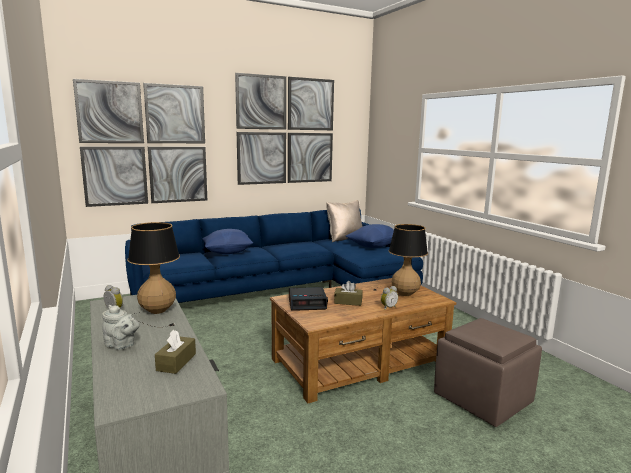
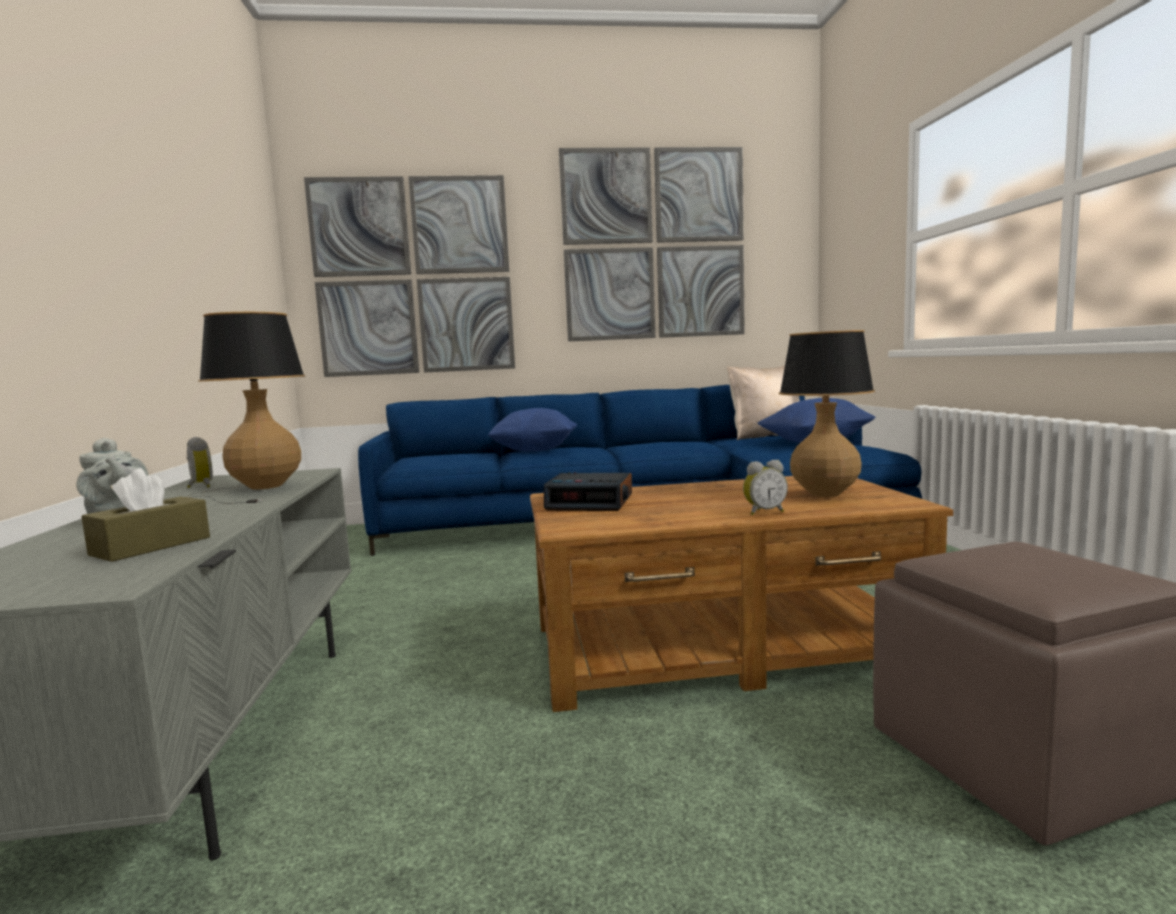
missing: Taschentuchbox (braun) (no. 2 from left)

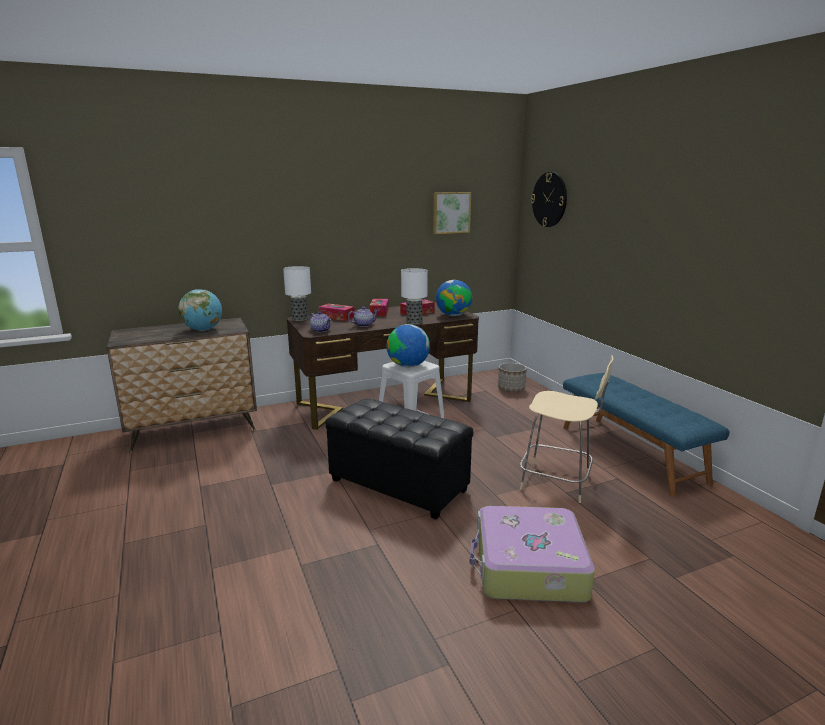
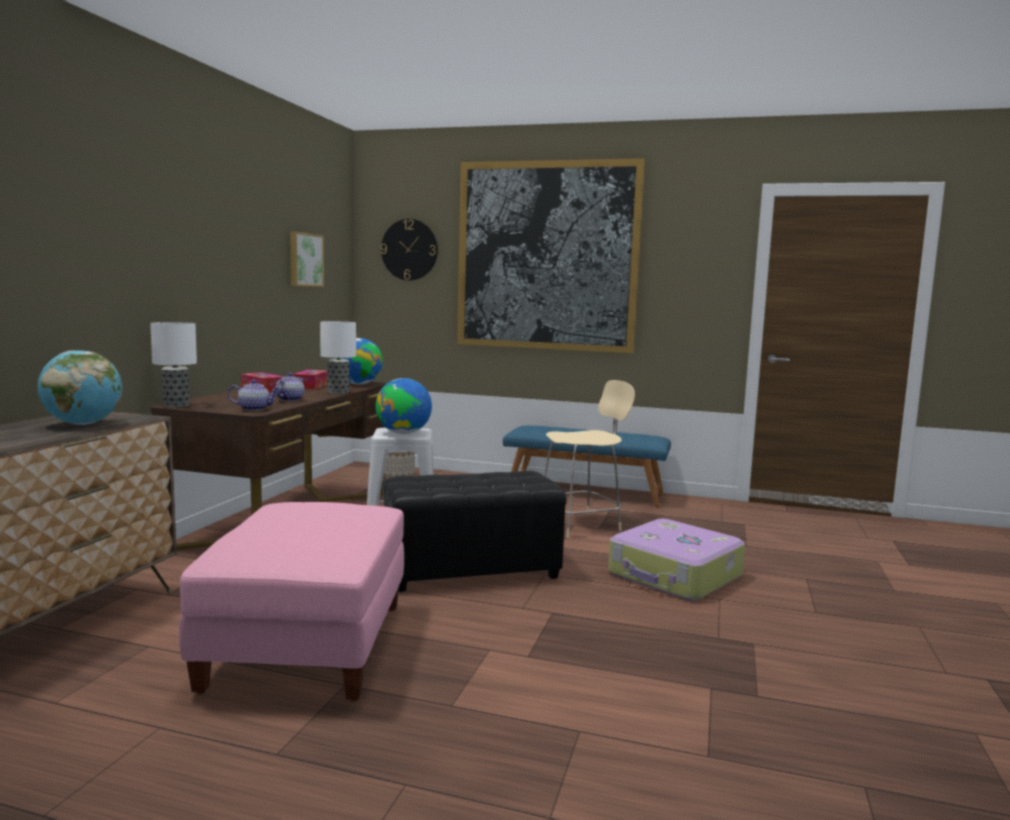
missing: Taschentuchbox (no. 1 from left)
appeared: Bild (no. 2 from left); Polsterhocker (rosa)

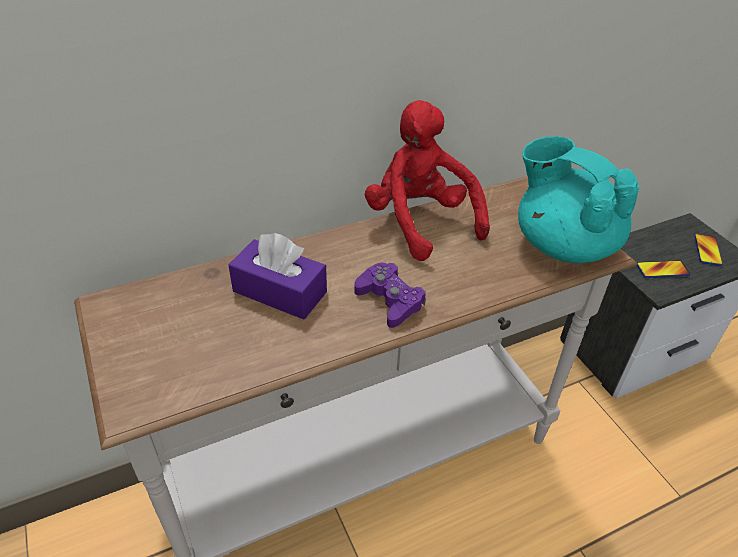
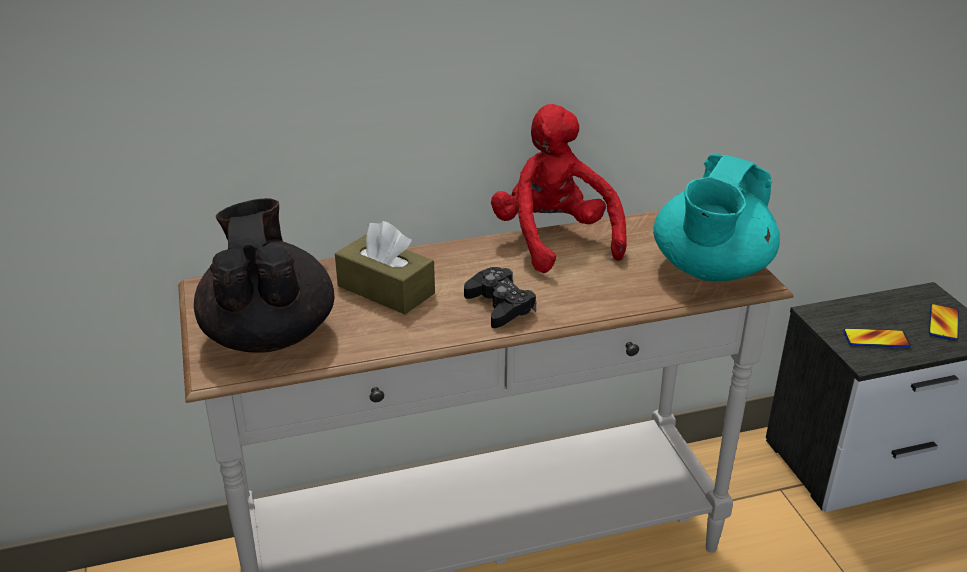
appeared: Teekanne (schwarz)
colour: Taschentuchbox (lila) to Taschentuchbox (braun); Gamepad (lila) to Gamepad (schwarz)
spun: Teekanne (türkis) 120 degrees counterclockwise

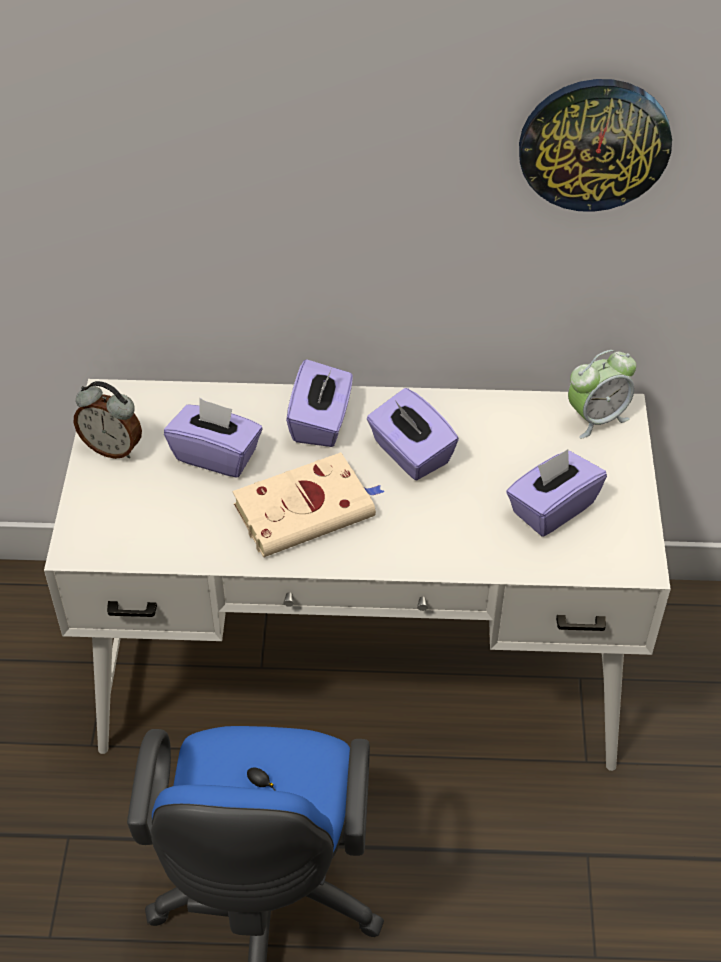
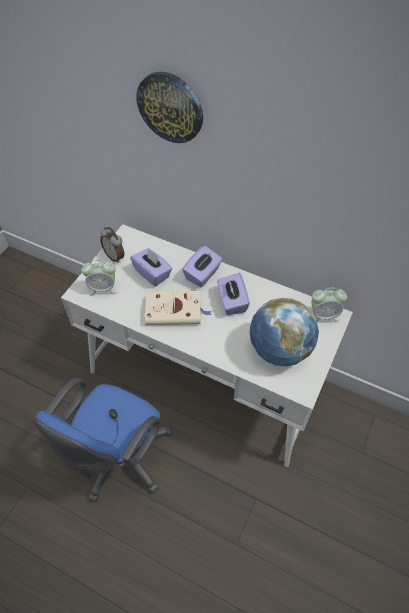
appeared: Wecker (no. 1 from left)
relocated: Wanduhr
exchanged: Taschentuchbox (lila) (no. 4 from left) to Globus

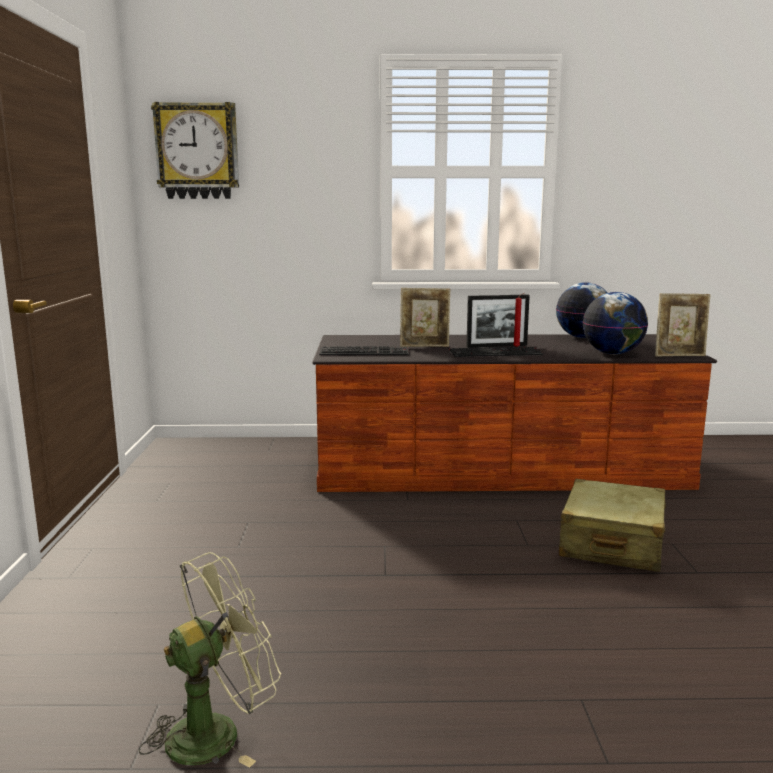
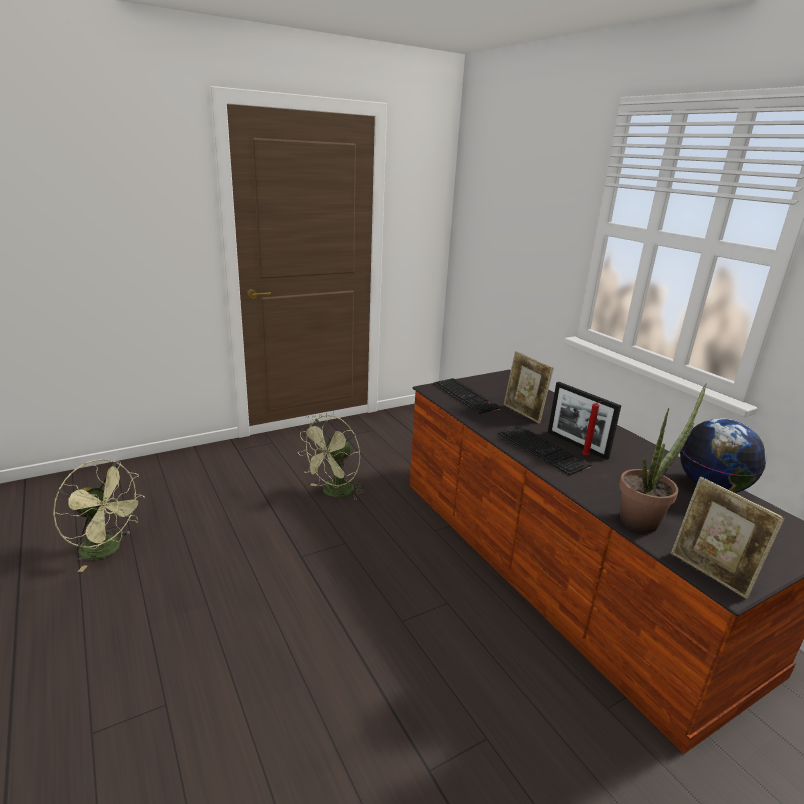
missing: Wanduhr; Koffer (beige)
appeared: Ventilator (grün) (no. 2 from left)
exchanged: Globus (no. 2 from left) to Topfpflanze

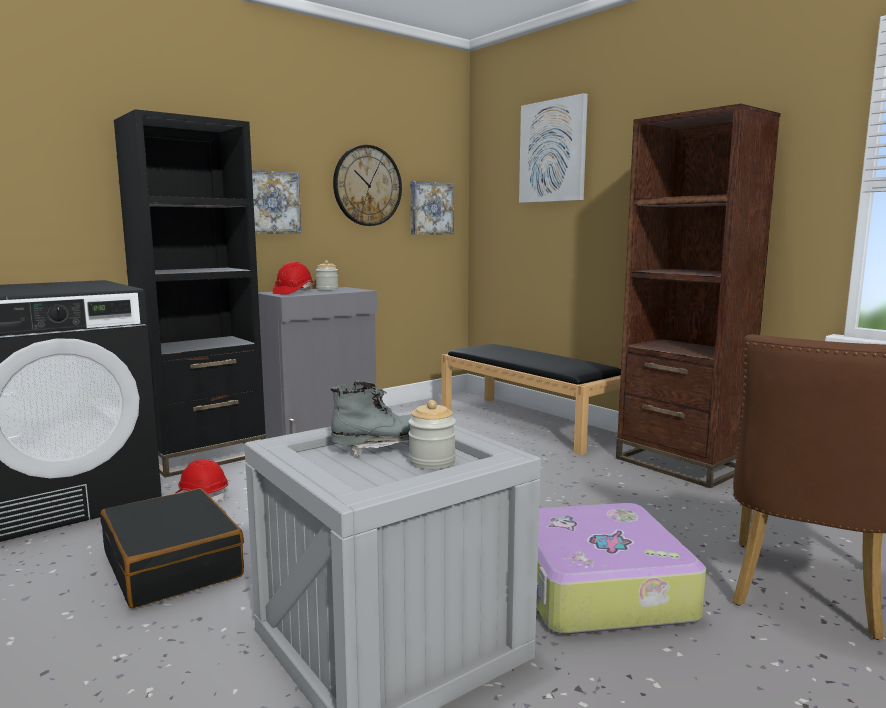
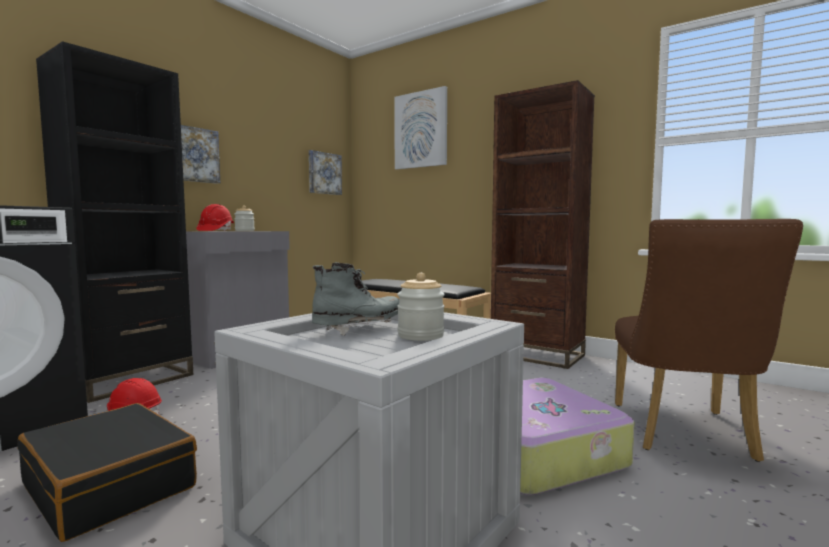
missing: Wanduhr

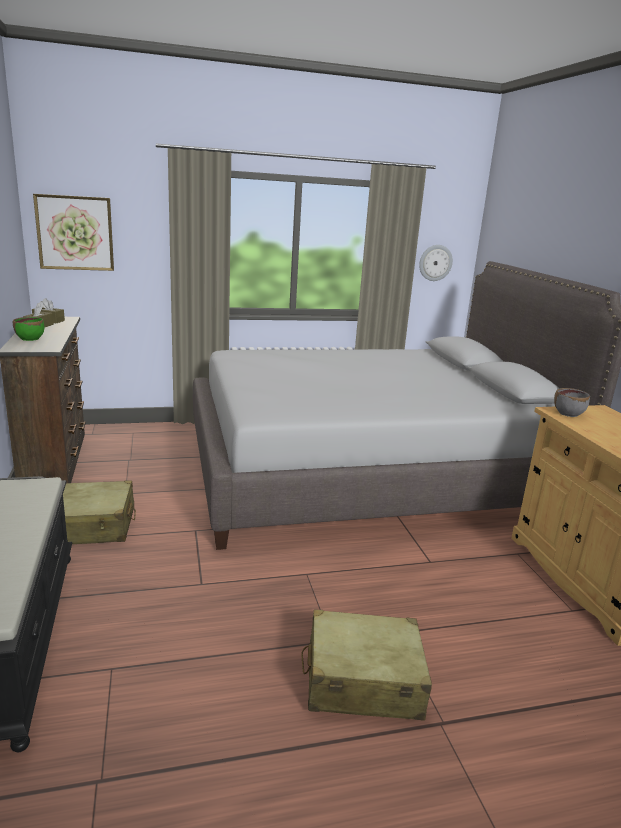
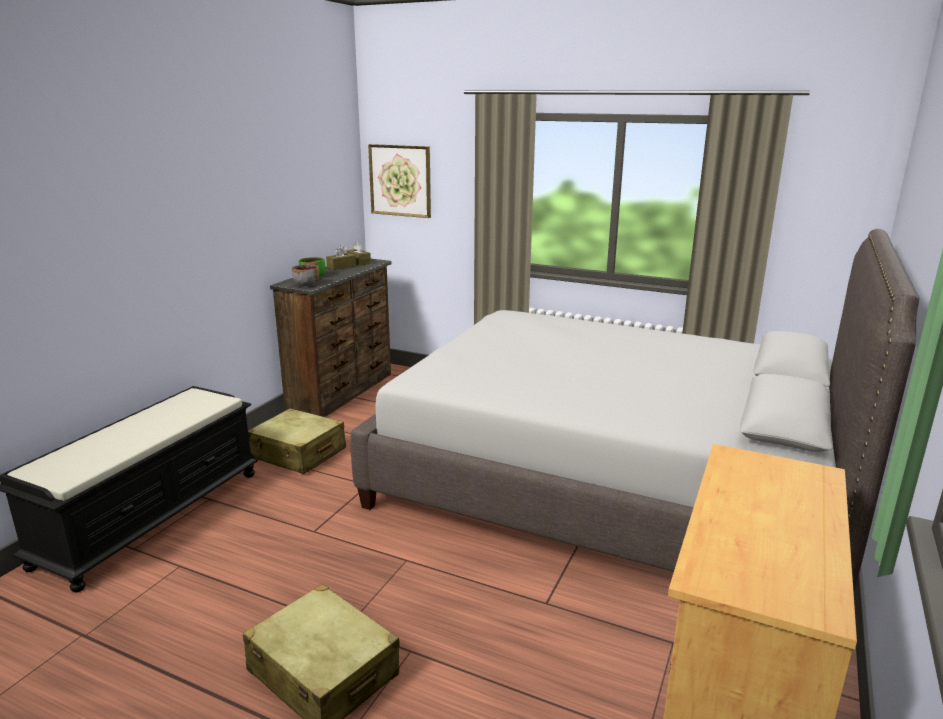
missing: Wanduhr
relocated: Schüssel (grau)

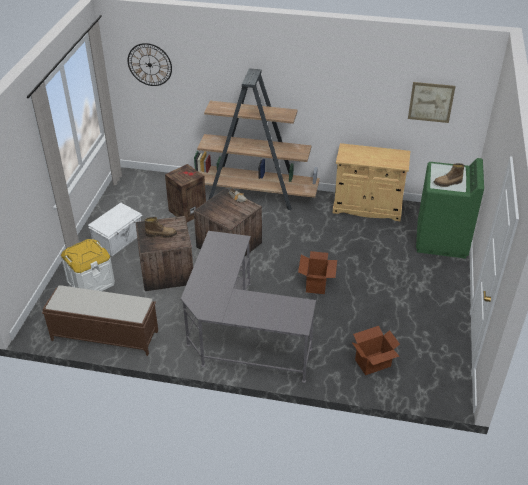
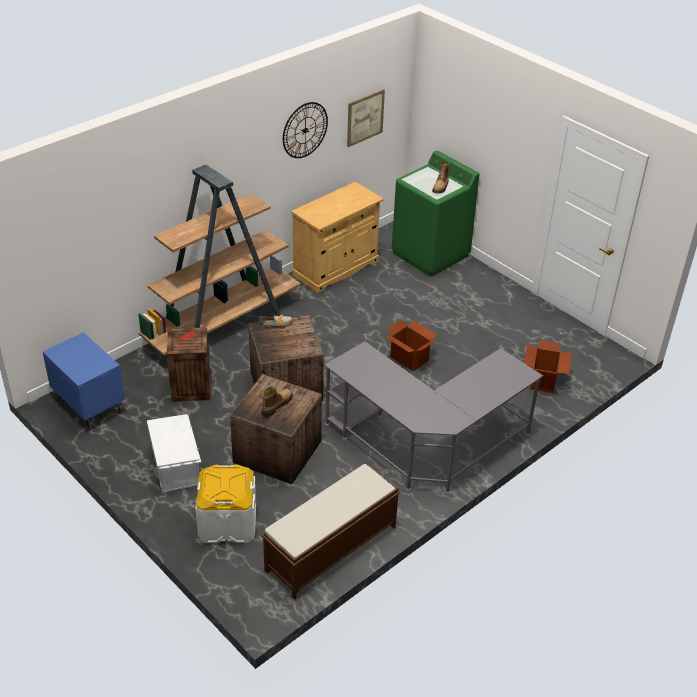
appeared: Nachttisch (blau)
relocated: Wanduhr

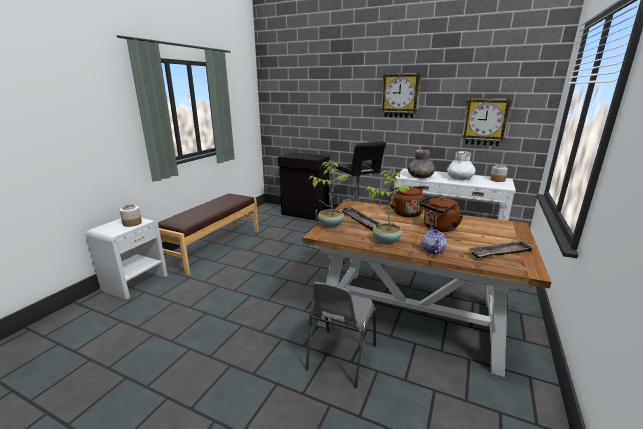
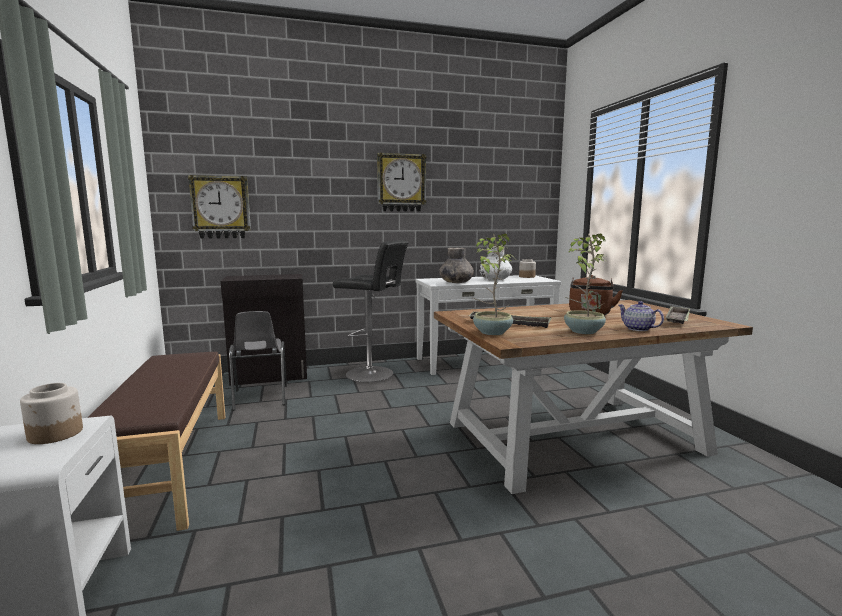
missing: Wasserkessel (braun) (no. 1 from left)
relocated: Wanduhr (no. 2 from left in the first image) to Wanduhr (no. 1 from left); Stuhl (grau)

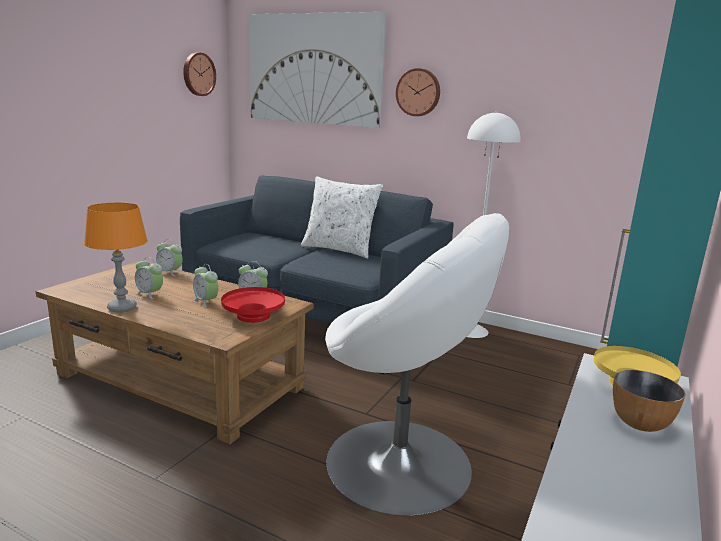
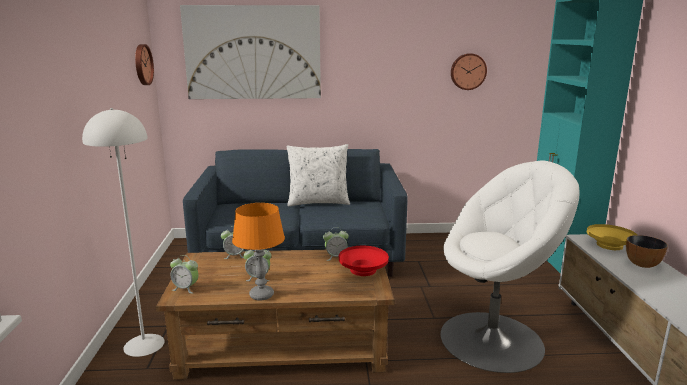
relocated: Wanduhr (no. 2 from left); Stehlampe (weiß); Wecker (no. 3 from left in the first image) to Wecker (no. 1 from left)

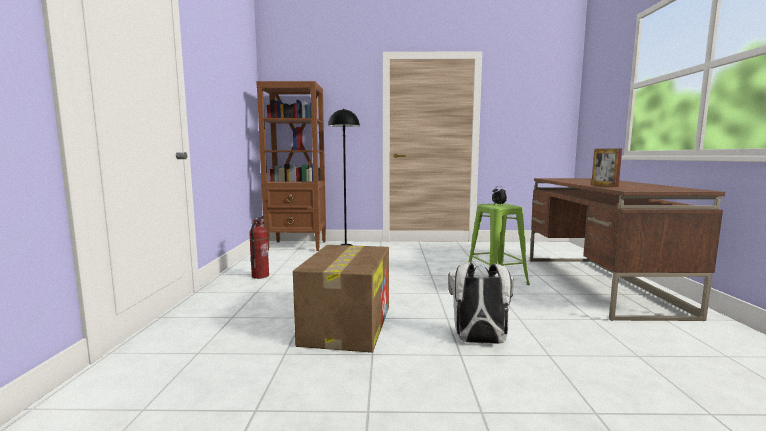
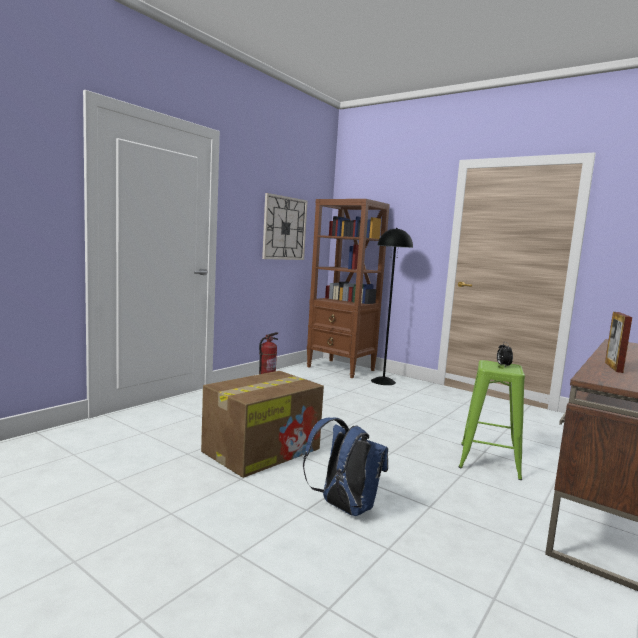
appeared: Wanduhr
colour: Rucksack (weiß) to Rucksack (blau)

